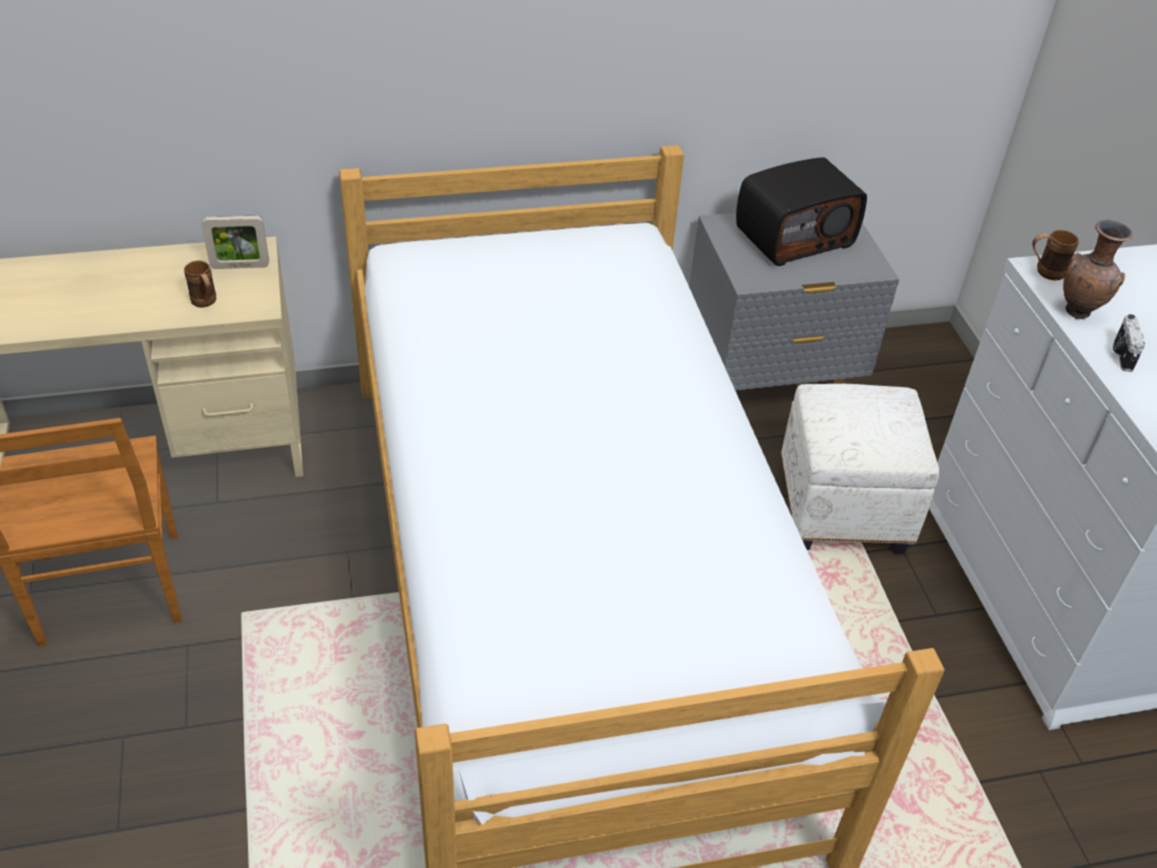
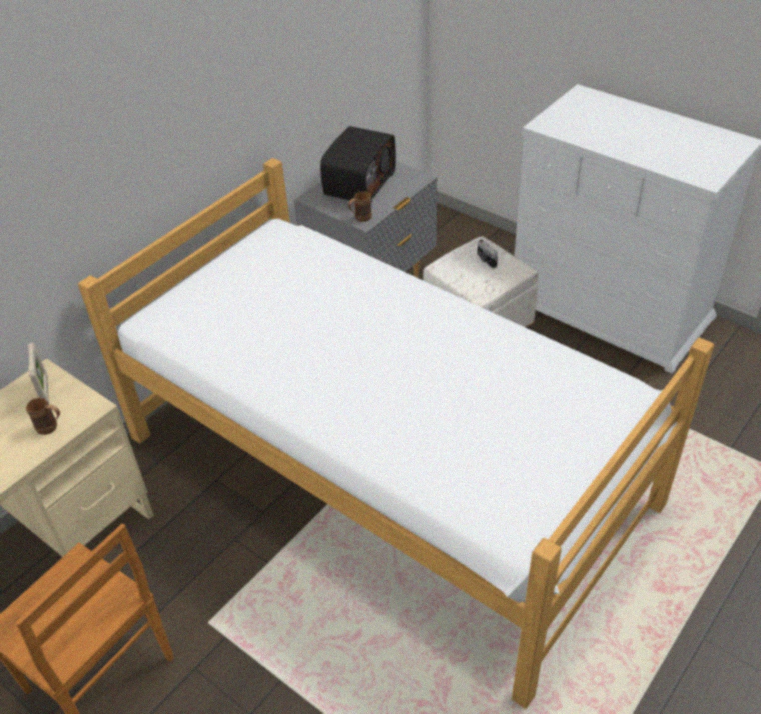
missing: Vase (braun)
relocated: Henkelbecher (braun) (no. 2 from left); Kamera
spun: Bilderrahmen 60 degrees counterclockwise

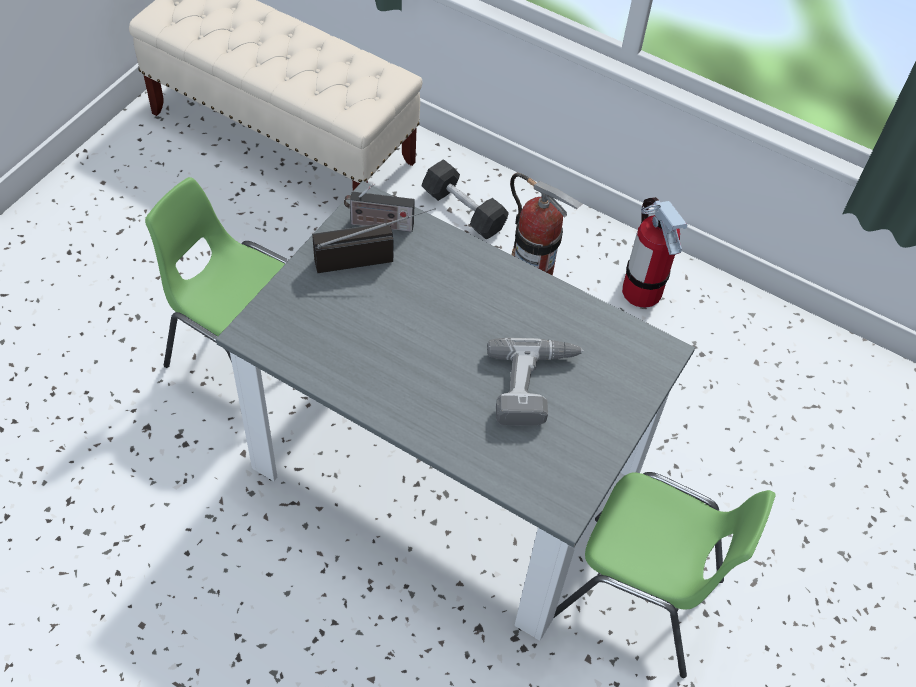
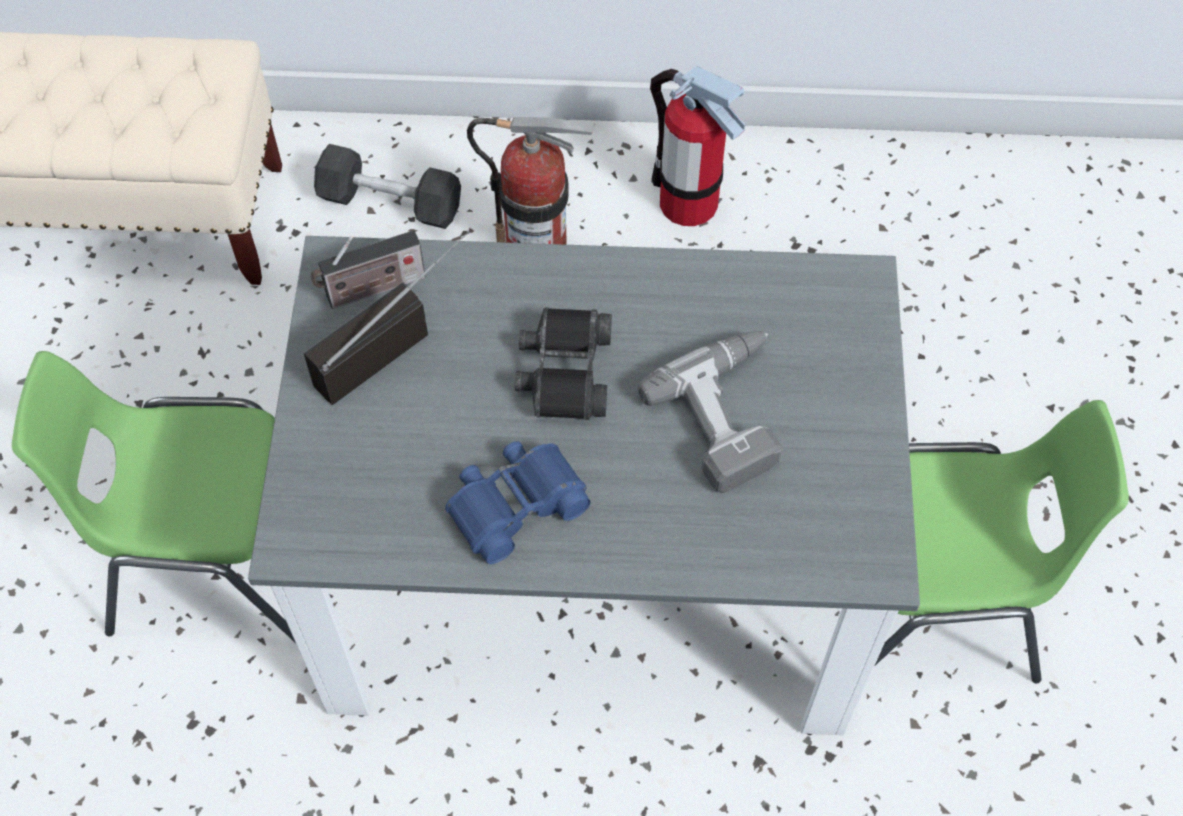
appeared: Fernglas (schwarz); Fernglas (blau)

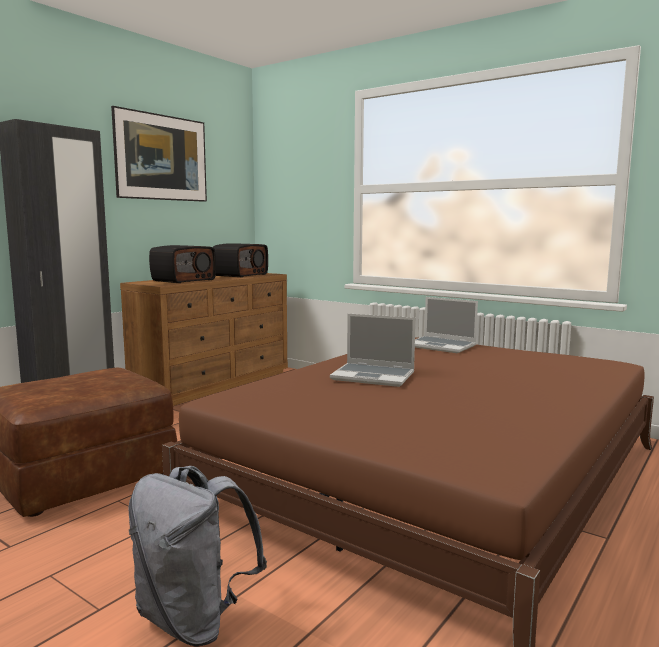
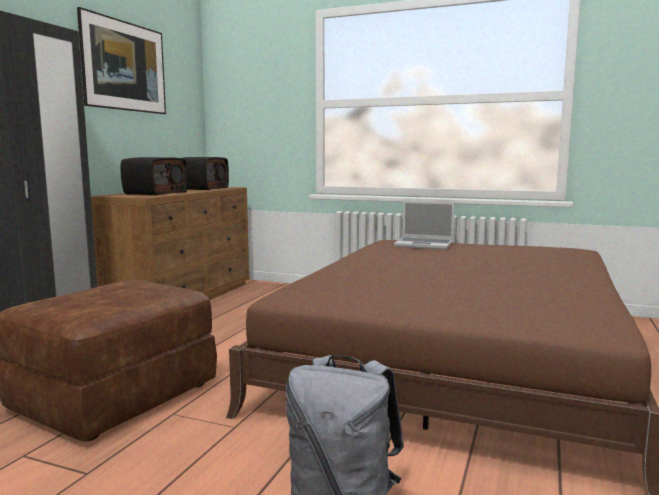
missing: Laptop (no. 1 from left)

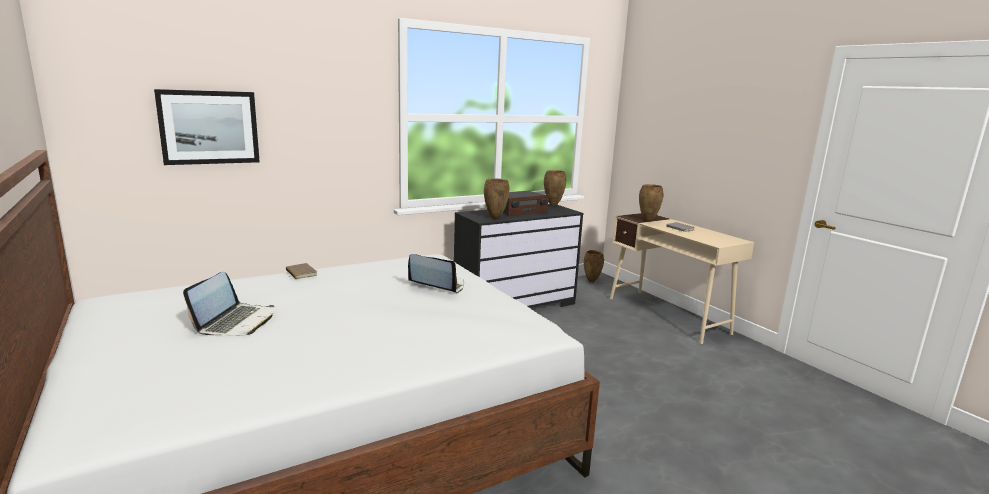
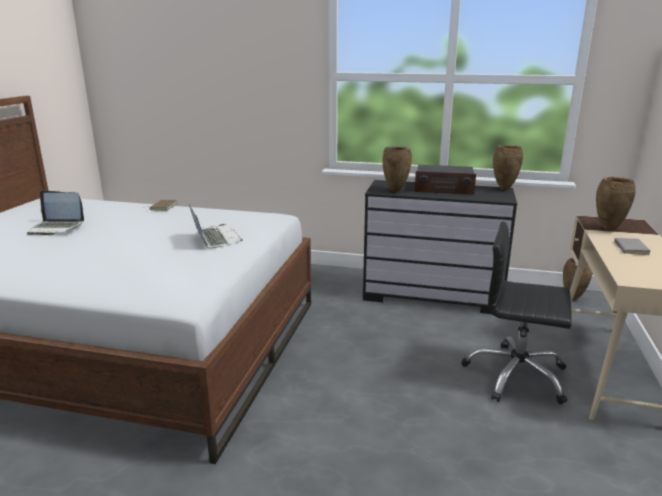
missing: Bild
appeared: Bürostuhl (schwarz)
spun: Laptop (no. 1 from left) 45 degrees clockwise

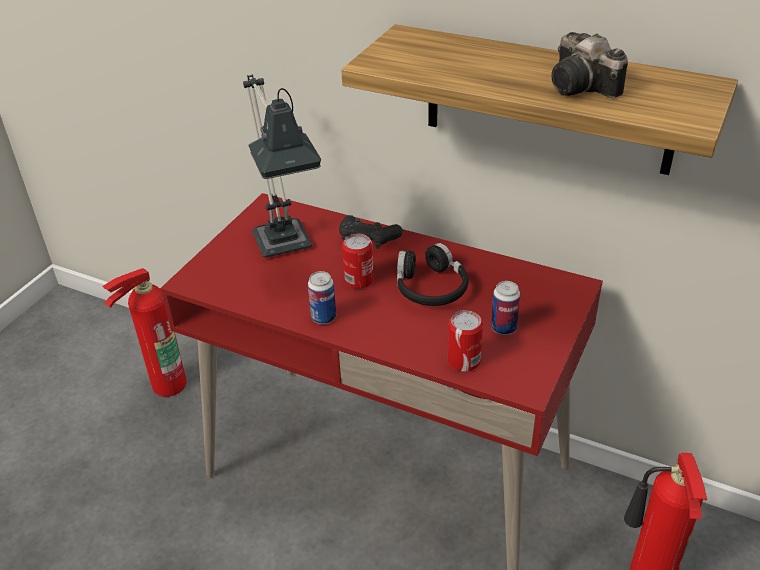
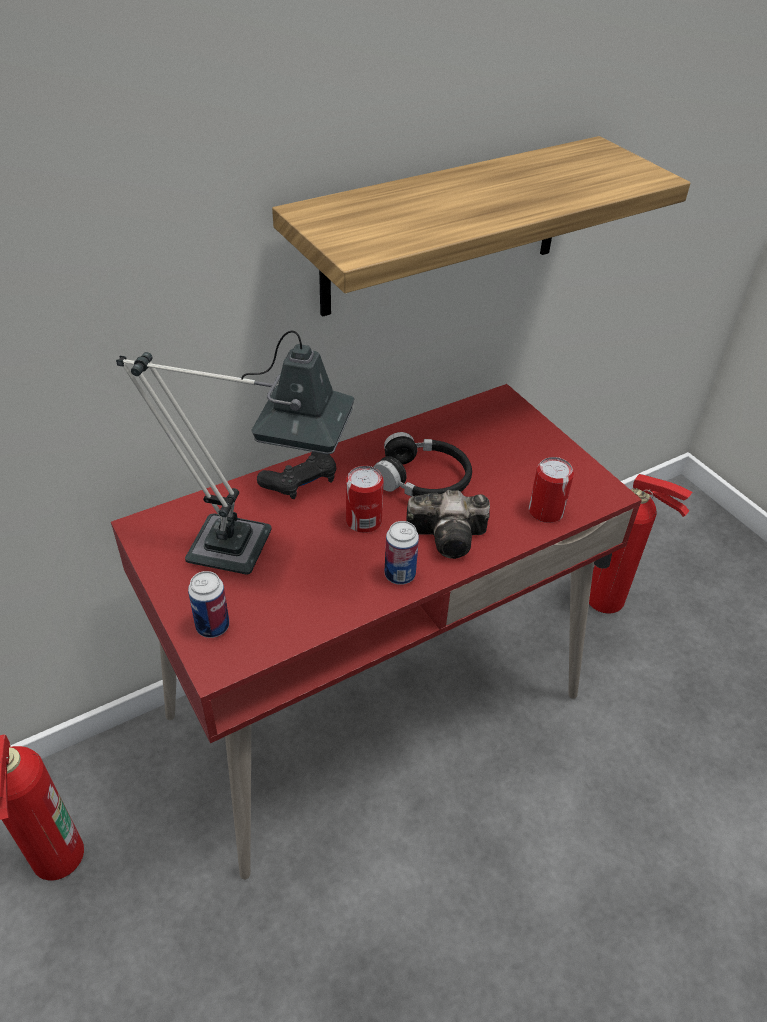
relocated: Kamera; Dose (no. 4 from left in the first image) to Dose (no. 1 from left)

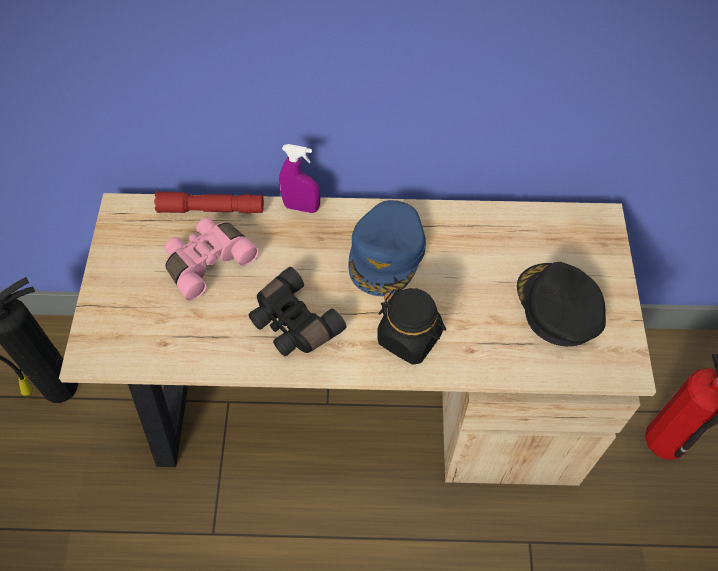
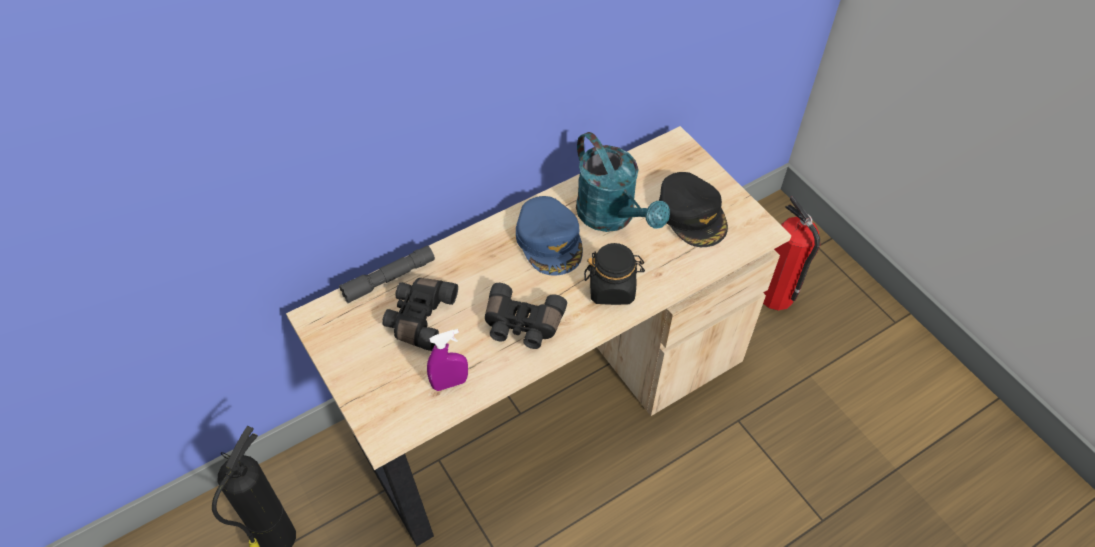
appeared: Gießkanne (türkis)
relocated: Sprühflasche (lila)
colour: Taschenlampe (rot) to Taschenlampe (grau); Fernglas (rosa) to Fernglas (schwarz) (no. 1 from left)
spun: Kappe (schwarz) 150 degrees counterclockwise

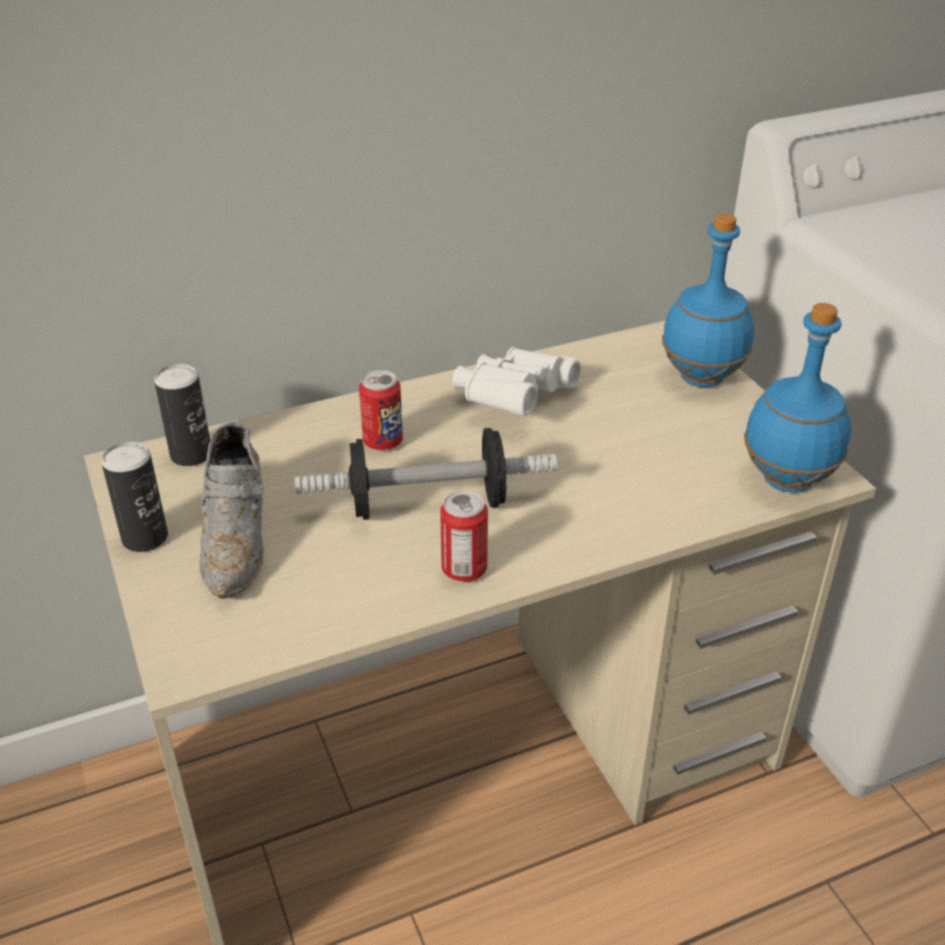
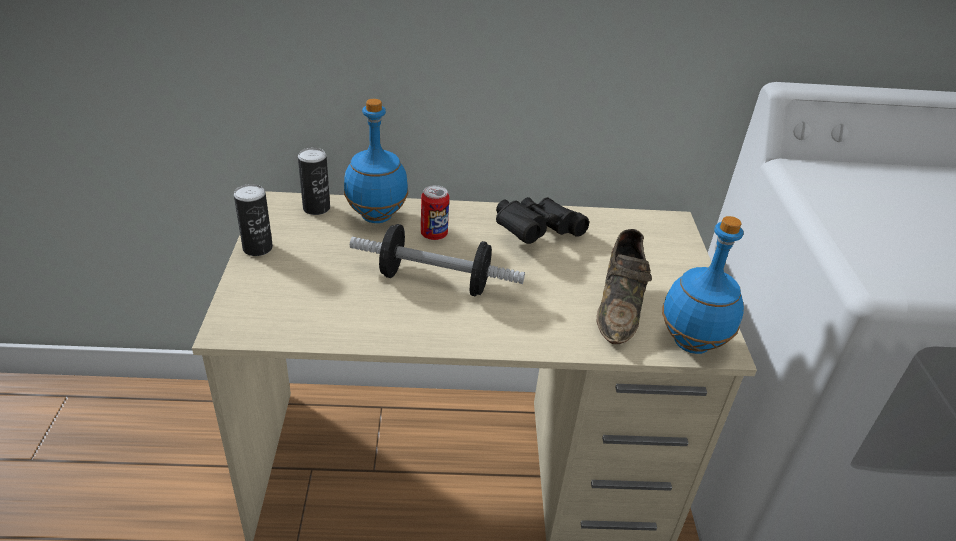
missing: Schuh (grau); Dose (no. 4 from left)
appeared: Schuh (braun)
relocated: Flasche (blau) (no. 1 from left)
colour: Fernglas (weiß) to Fernglas (schwarz)

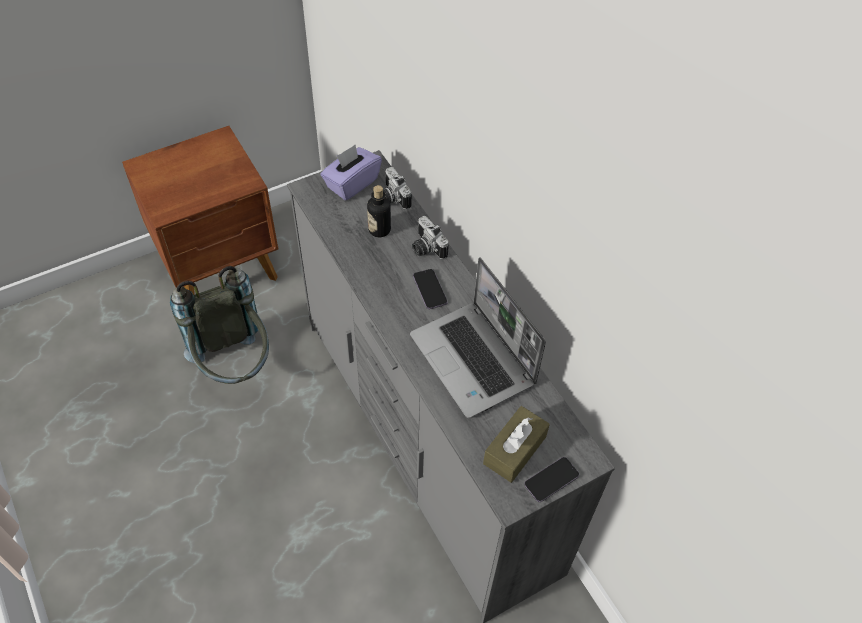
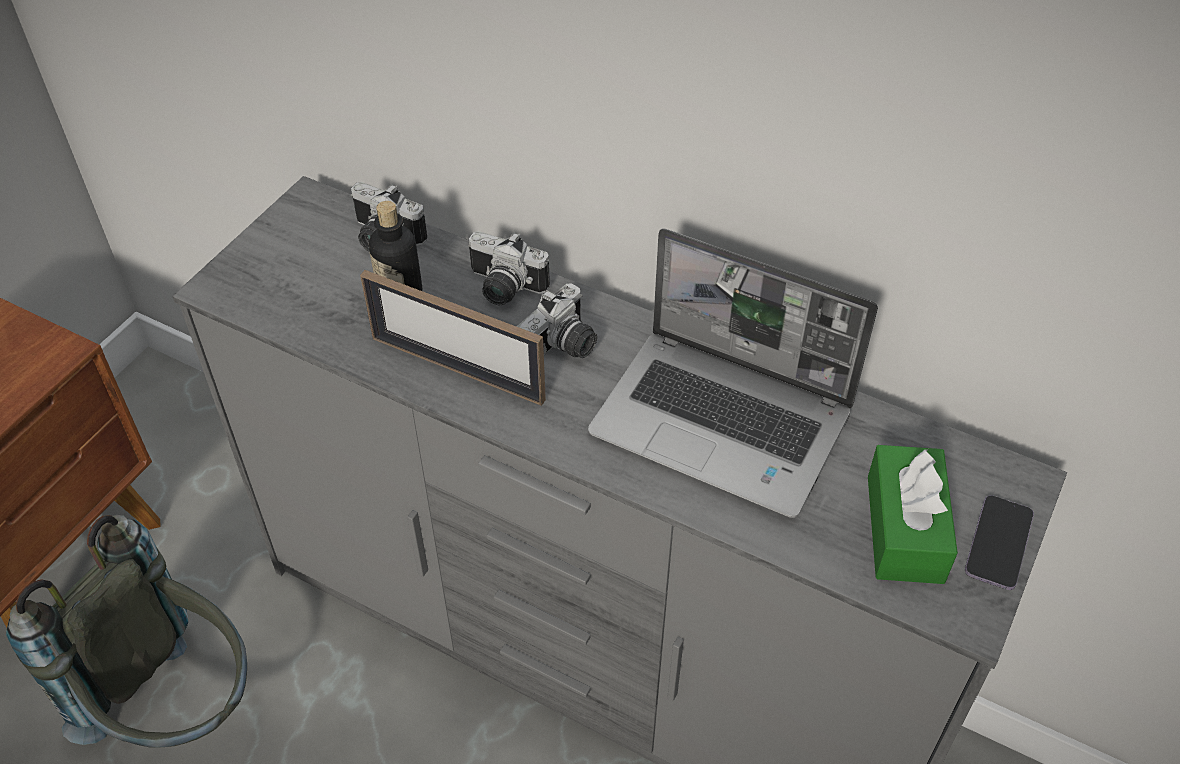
missing: Taschentuchbox (lila)
appeared: Bilderrahmen
exchanged: Handy (no. 1 from left) to Kamera (no. 3 from left)
colour: Taschentuchbox (braun) to Taschentuchbox (grün)

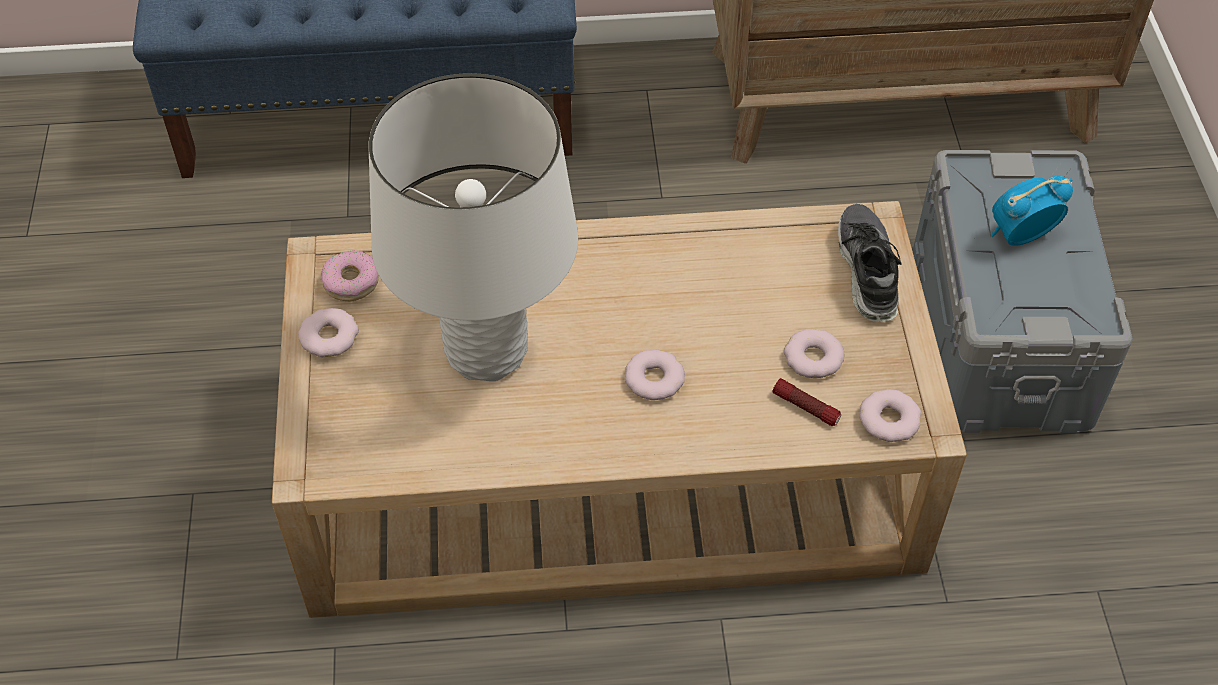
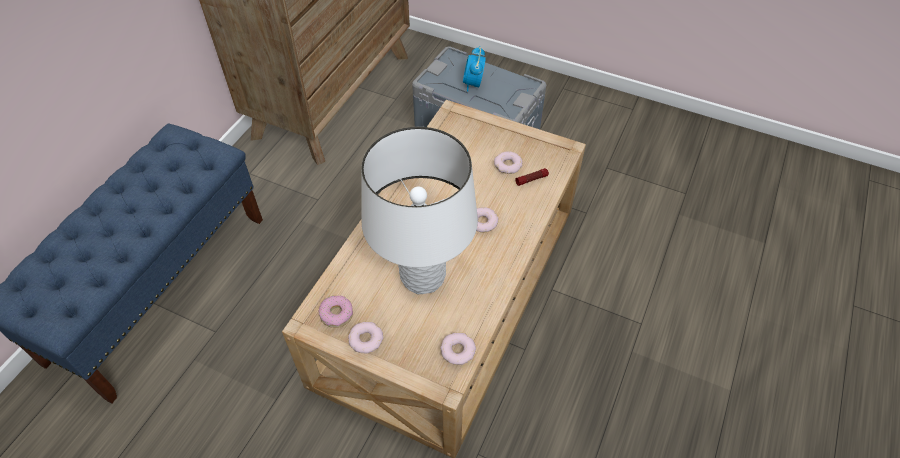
missing: Schuh
relocated: Donut (no. 5 from left in the first image) to Donut (no. 3 from left)

